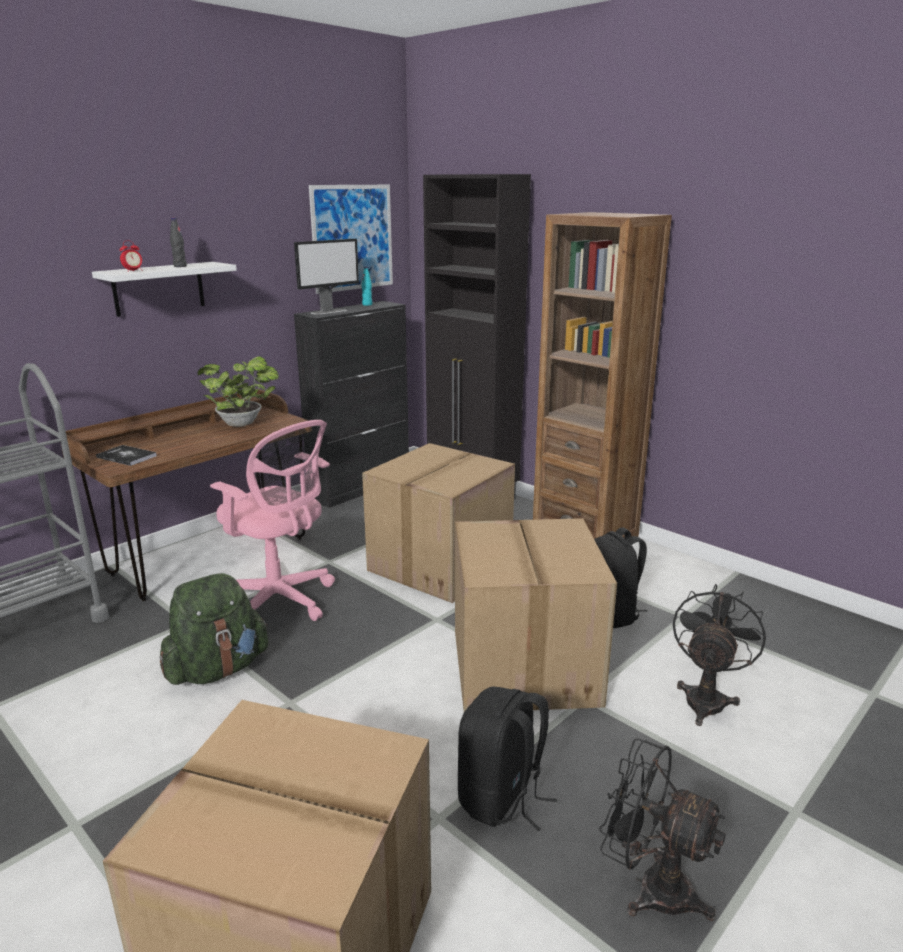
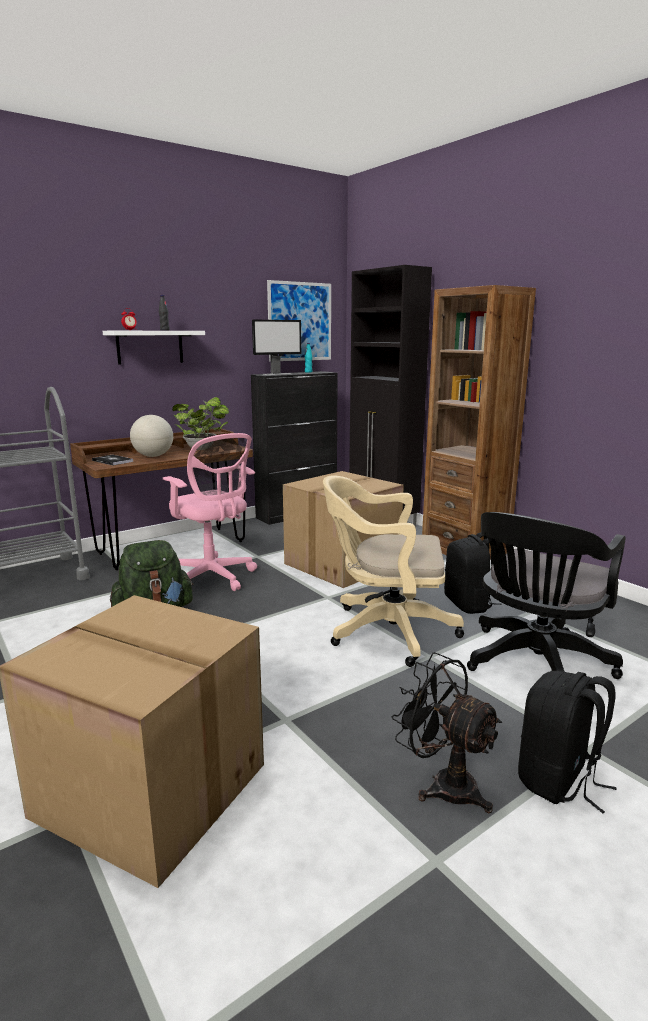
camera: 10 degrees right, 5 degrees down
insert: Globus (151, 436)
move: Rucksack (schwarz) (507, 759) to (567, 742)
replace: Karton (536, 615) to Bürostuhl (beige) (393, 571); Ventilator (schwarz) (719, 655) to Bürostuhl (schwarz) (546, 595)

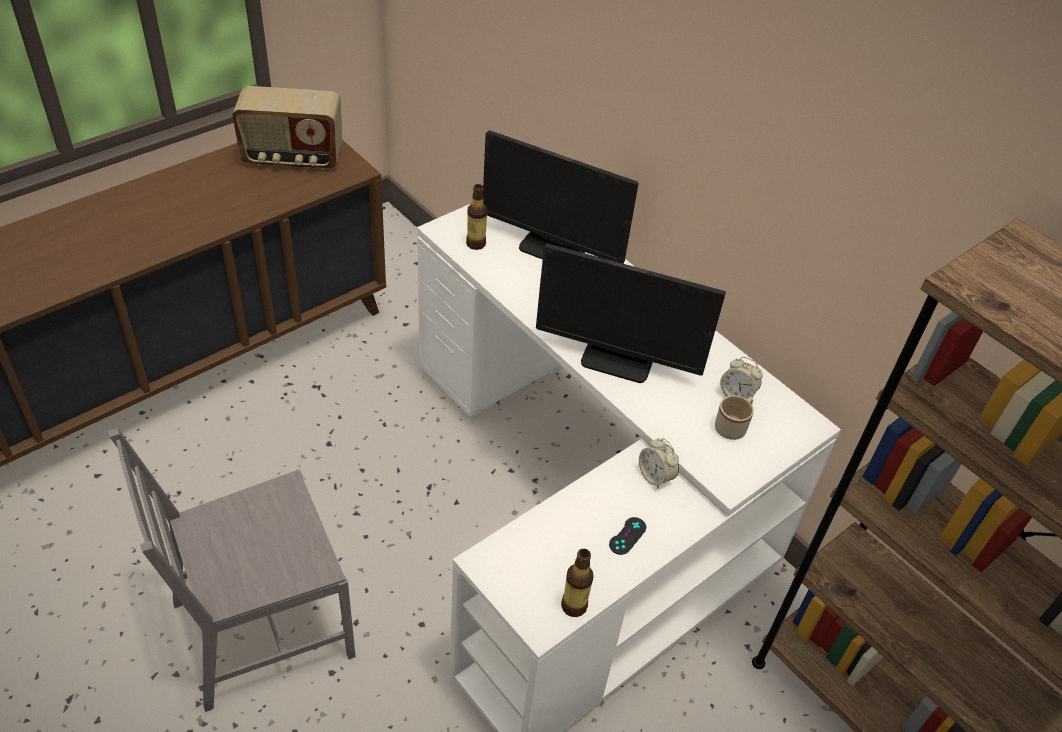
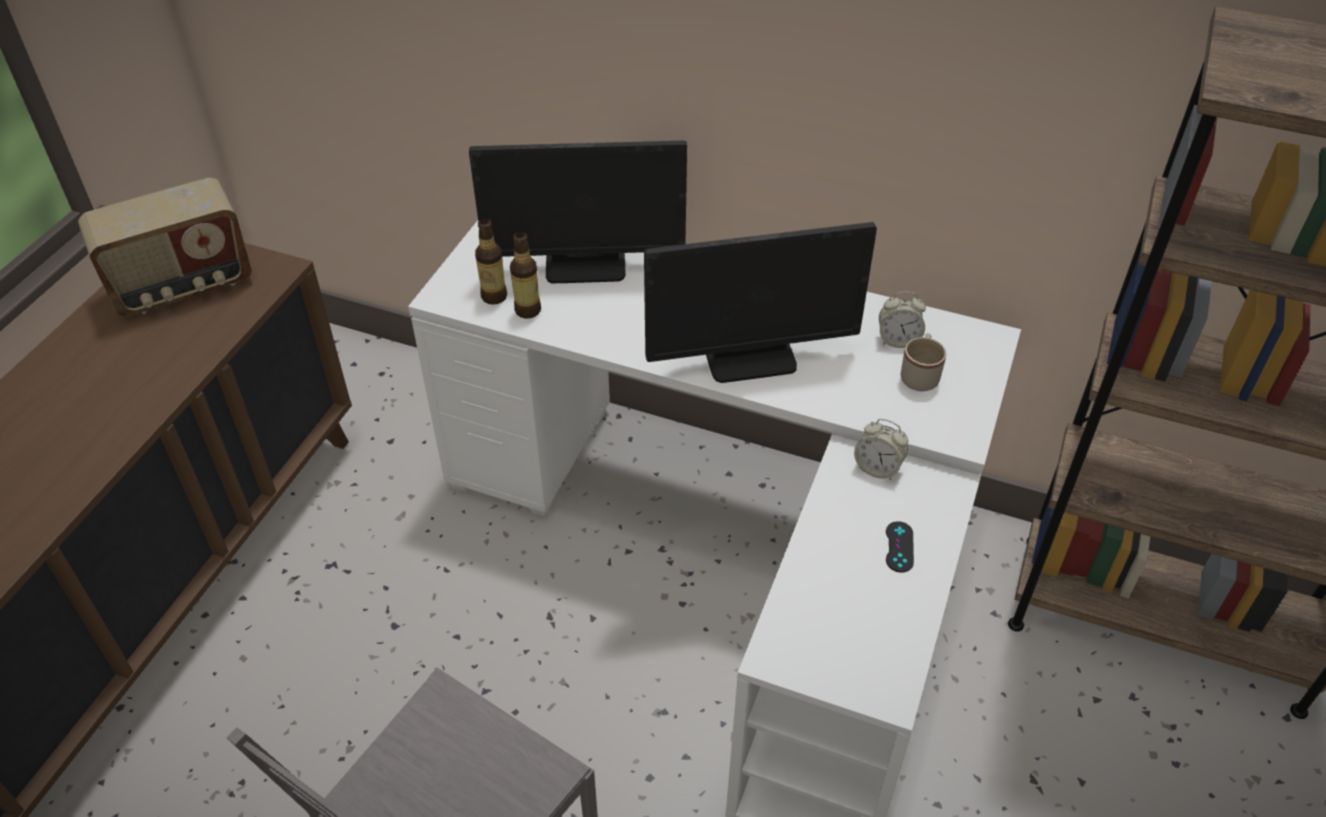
camera: 25 degrees left, 0 degrees up
move: Flasche (577, 583) to (525, 275)

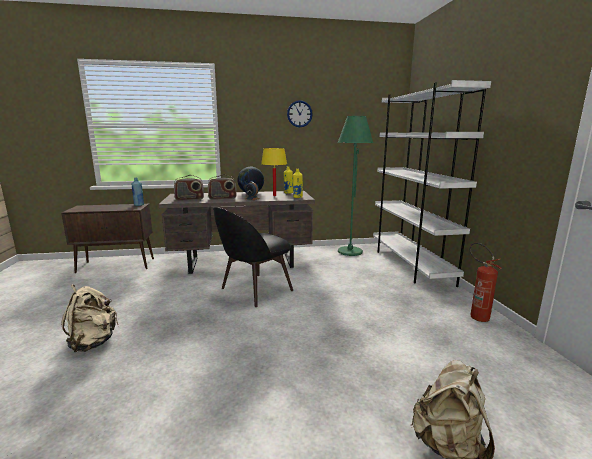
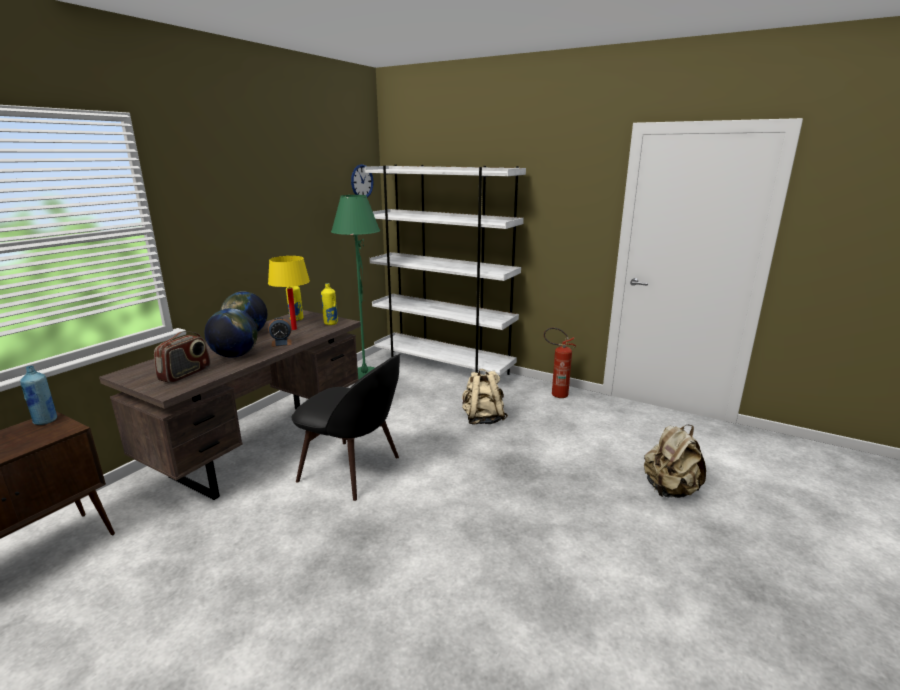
camera: 50 degrees left, 5 degrees up
move: Rucksack (beige) (90, 318) to (485, 397); Wanduhr (300, 114) to (362, 181)
replace: Radio (222, 187) to Globus (231, 333)
rotate: Stuhl (schwarz) (253, 257) = (346, 427) 60 degrees counterclockwise

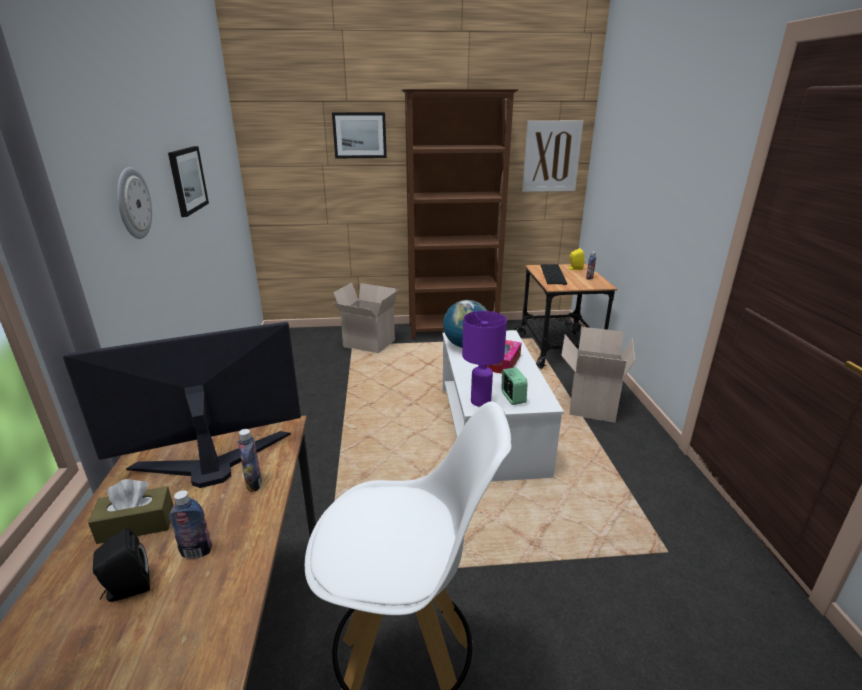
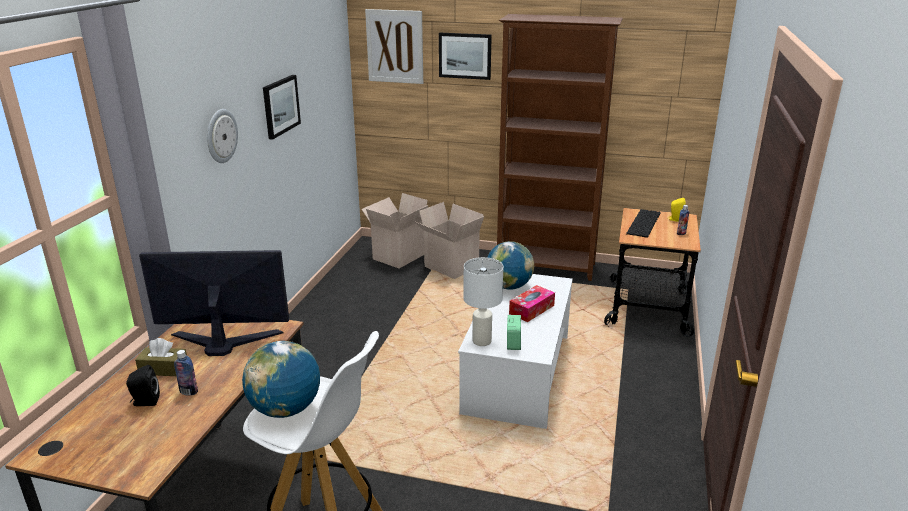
camera: 20 degrees right, 0 degrees up
delete: Flasche (250, 460)
insert: Globus (281, 379)
move: Bild (552, 156) to (394, 46); Karton (598, 375) to (395, 230)
recolor: Tischlampe (lila) (484, 359) to Tischlampe (weiß) (483, 301)

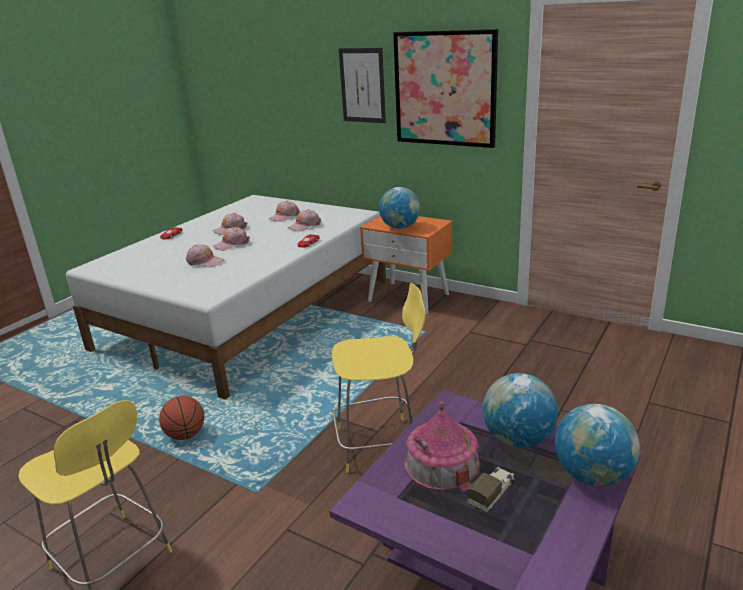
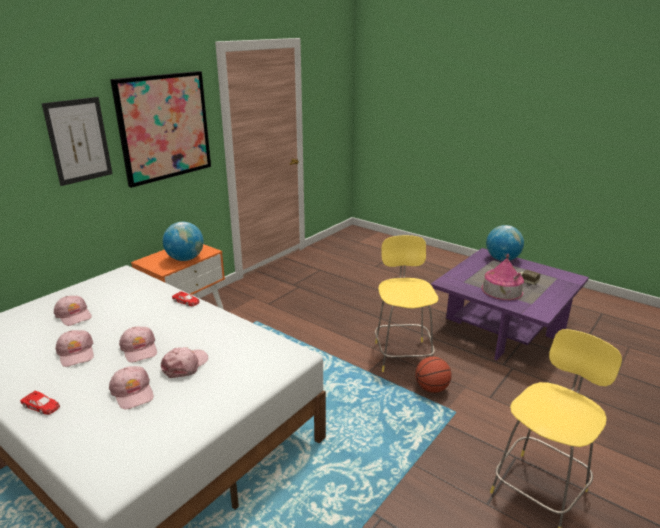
camera: 85 degrees left, 0 degrees up
delete: Globus (520, 410)
move: Basketball (181, 418) to (433, 375); Kappe (rosa) (304, 220) to (131, 387)

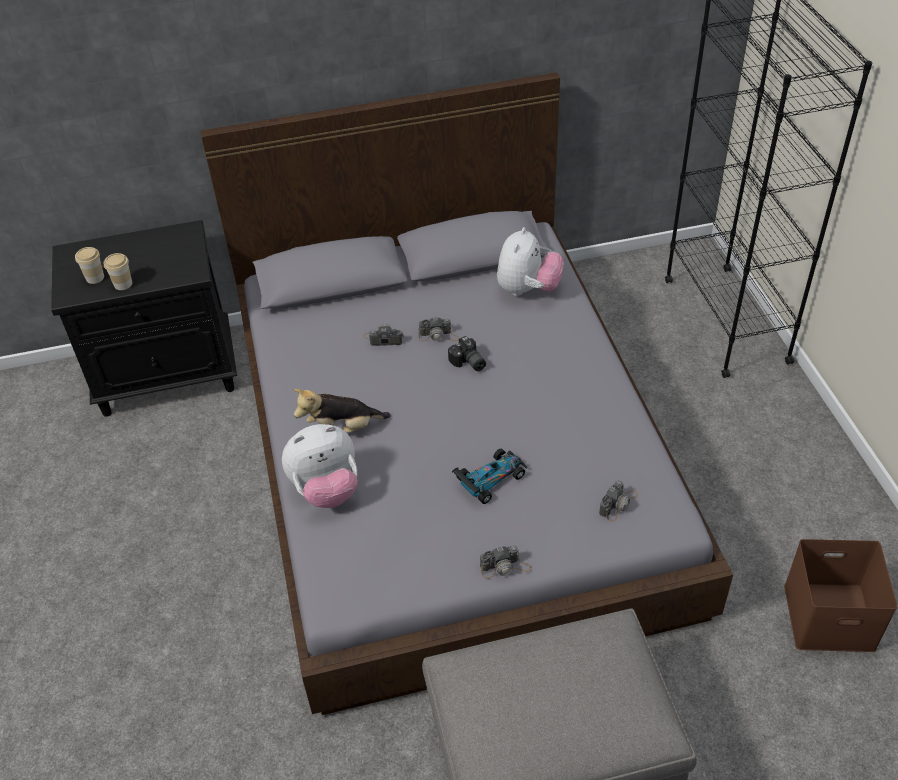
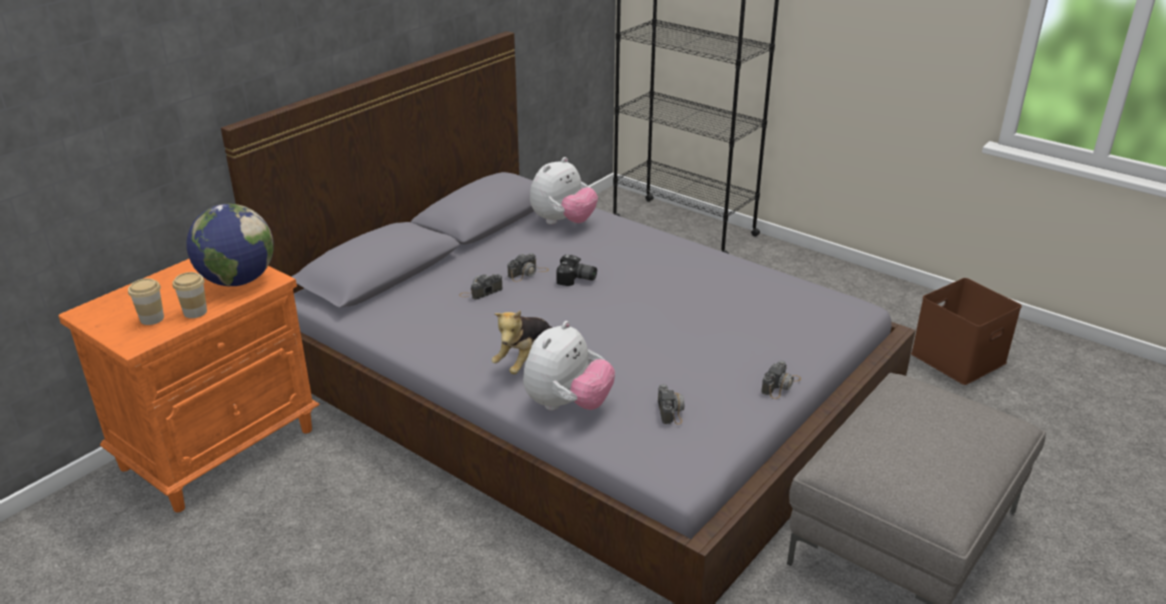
camera: 40 degrees left, 15 degrees down
delete: Spielzeugauto (489, 476)
insert: Globus (230, 245)
move: Kamera (618, 501) to (671, 404)
recolor: Nachttisch (schwarz) (144, 318) to Nachttisch (orange) (189, 386)
rotate: Plüschtier (530, 261) = (564, 190) 60 degrees clockwise

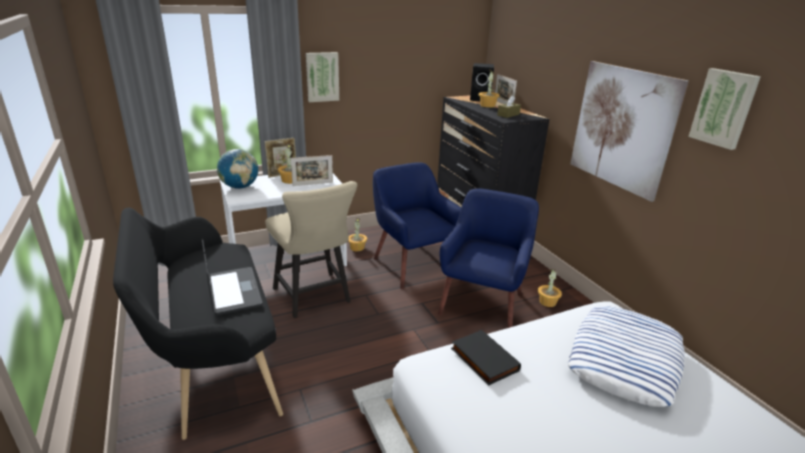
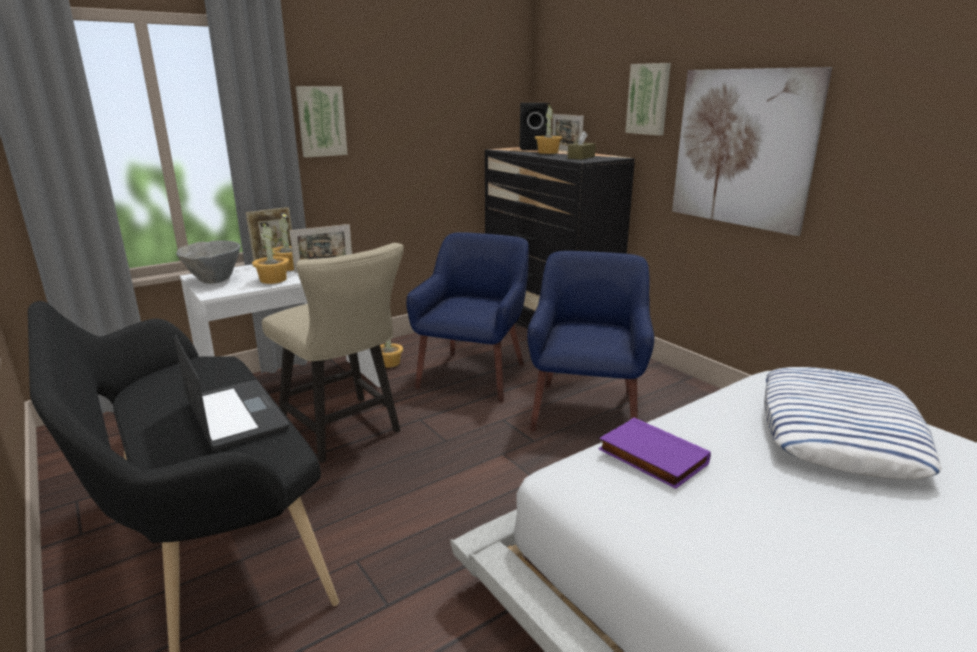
camera: 10 degrees left, 5 degrees down
move: Topfpflanze (550, 288) to (270, 253); Bild (724, 109) to (648, 99)
replace: Globus (237, 169) to Schüssel (grau) (208, 262)
recolor: Buch (schwarz) (486, 357) to Buch (lila) (654, 453)
rotate: Sessel (blau) (417, 225) = (467, 317) 60 degrees clockwise

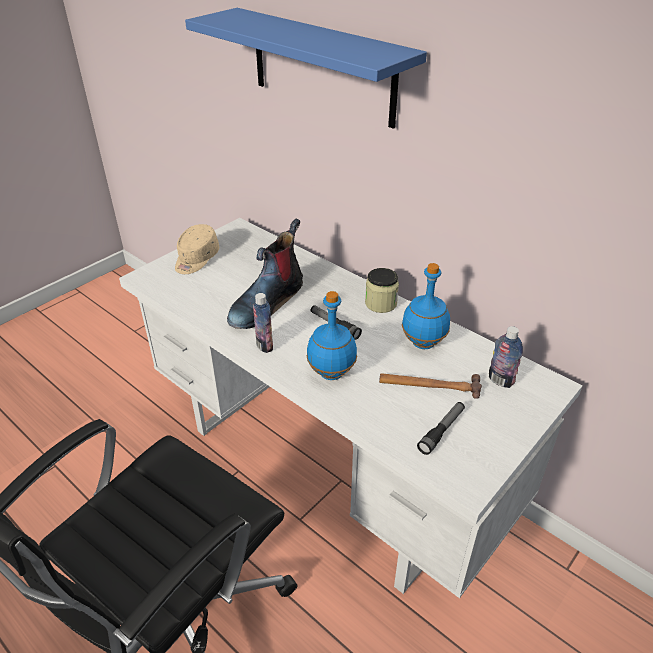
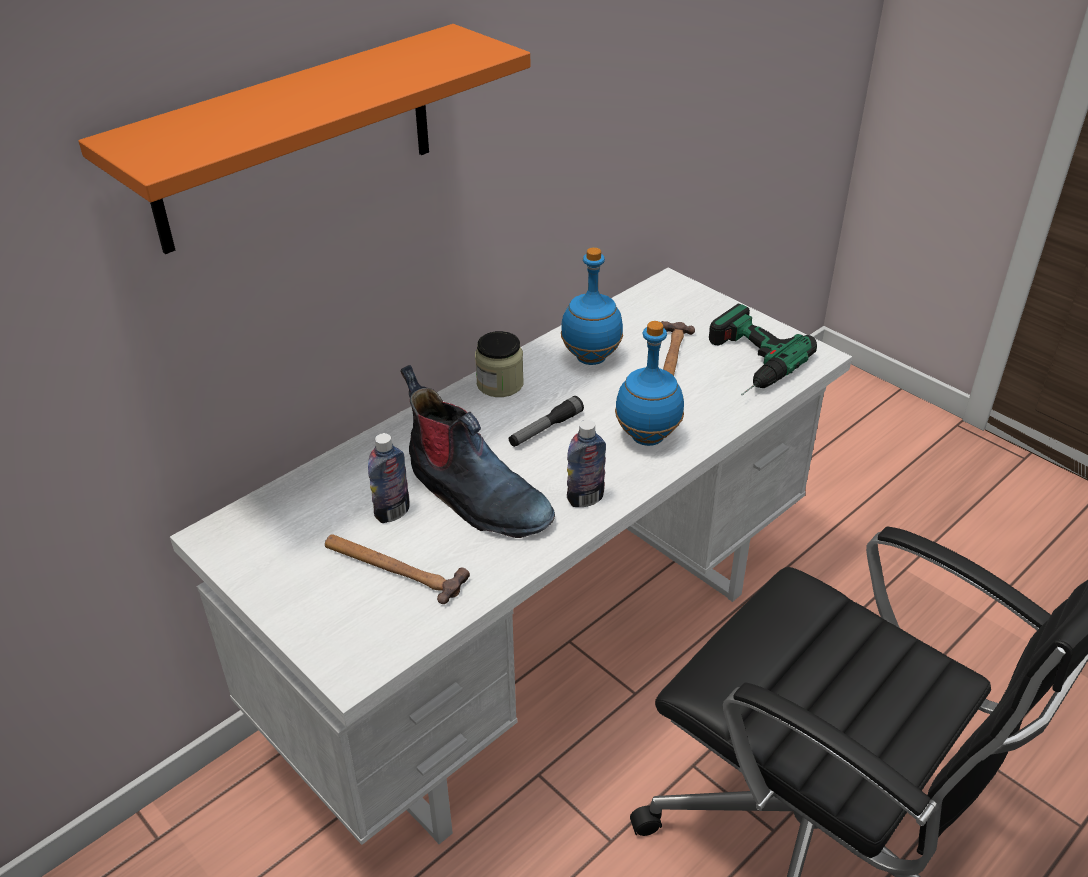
camera: 85 degrees left, 0 degrees up
delete: Kappe (beige) (197, 249)
insert: Hammer (397, 569)
move: Flasche (506, 357) to (389, 478)
replace: Taschenlampe (441, 428) to Bohrmaschine (763, 349)
recolor: Wandregal (blau) (306, 68) to Wandregal (orange) (304, 139)

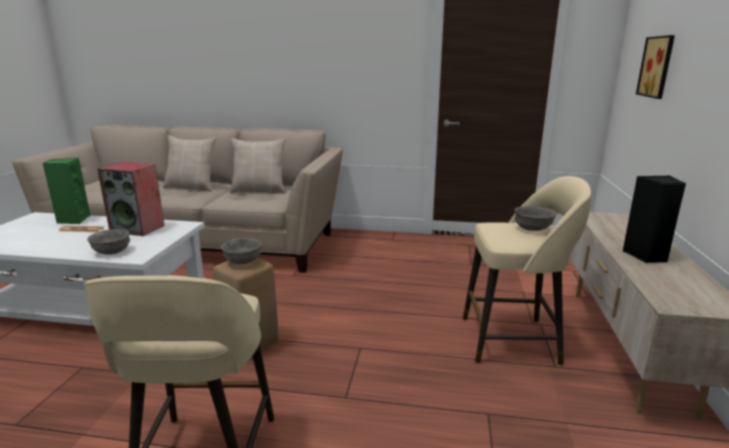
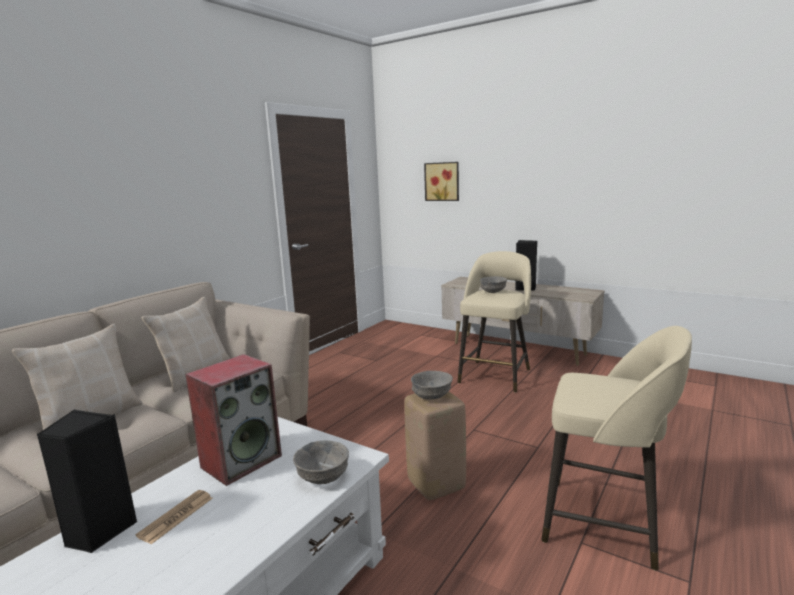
camera: 65 degrees left, 5 degrees down
recolor: Lautsprecher (grün) (66, 191) to Lautsprecher (schwarz) (87, 481)

